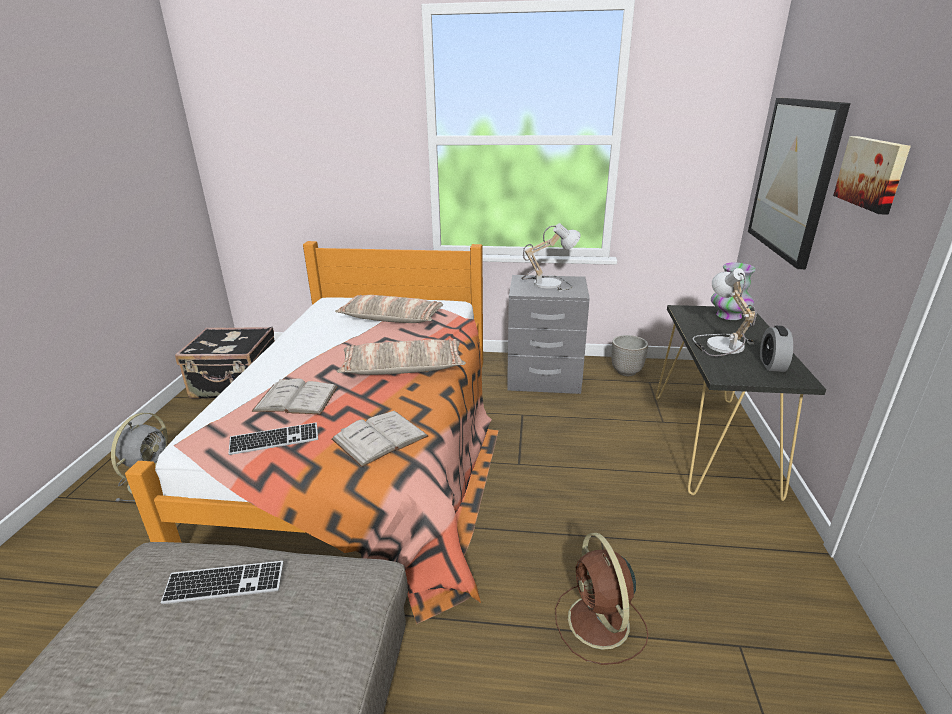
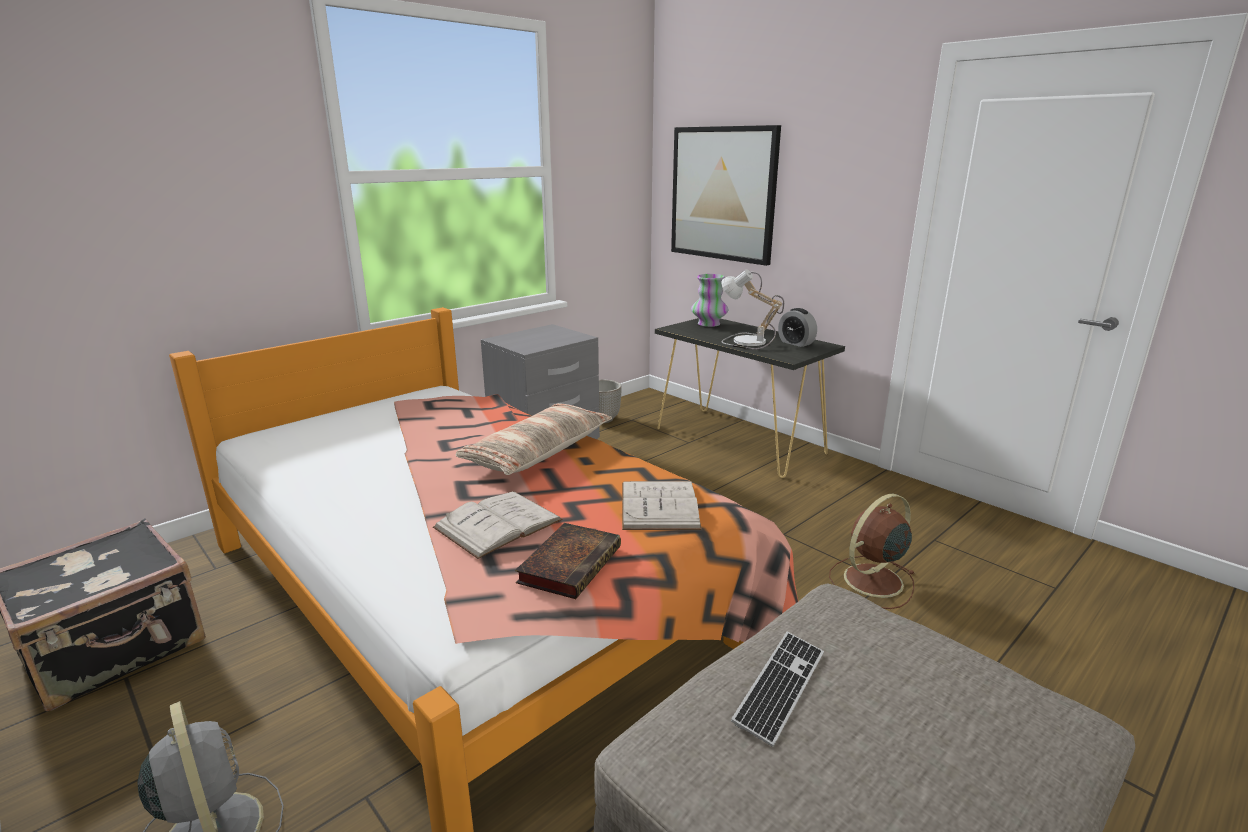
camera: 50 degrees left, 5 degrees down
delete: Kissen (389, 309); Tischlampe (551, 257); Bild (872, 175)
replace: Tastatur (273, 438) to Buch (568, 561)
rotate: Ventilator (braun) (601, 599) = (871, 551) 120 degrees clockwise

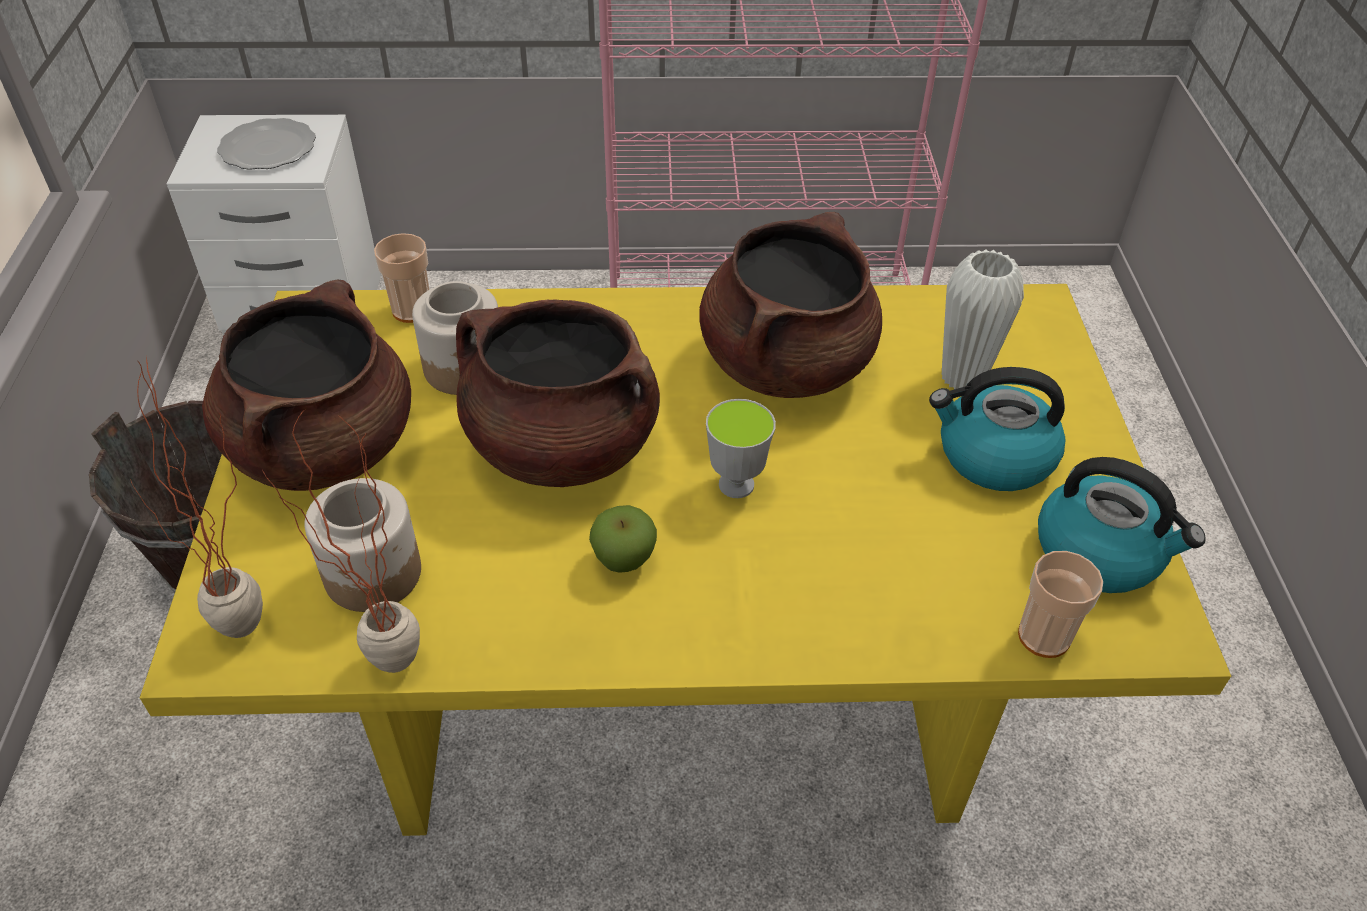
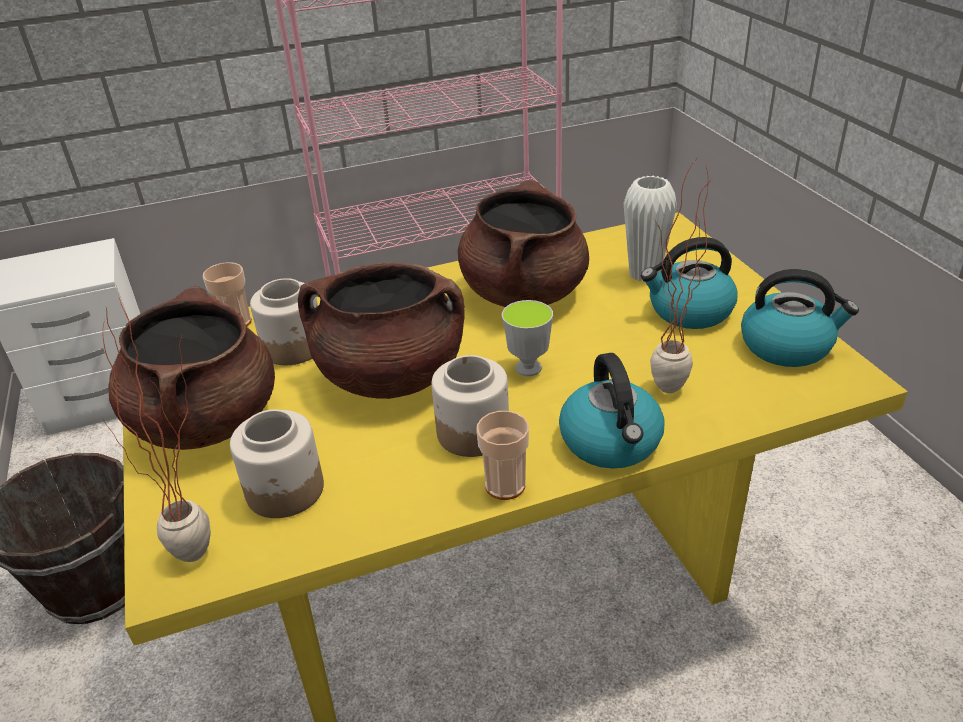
camera: 15 degrees left, 10 degrees down
delete: Teller (266, 144)
insert: Wasserkessel (611, 411)
move: Topfpflanze (341, 542) to (679, 275); Tasse (1060, 604) to (502, 455)
replace: Apfel (623, 539) to Vorratsglas (470, 406)

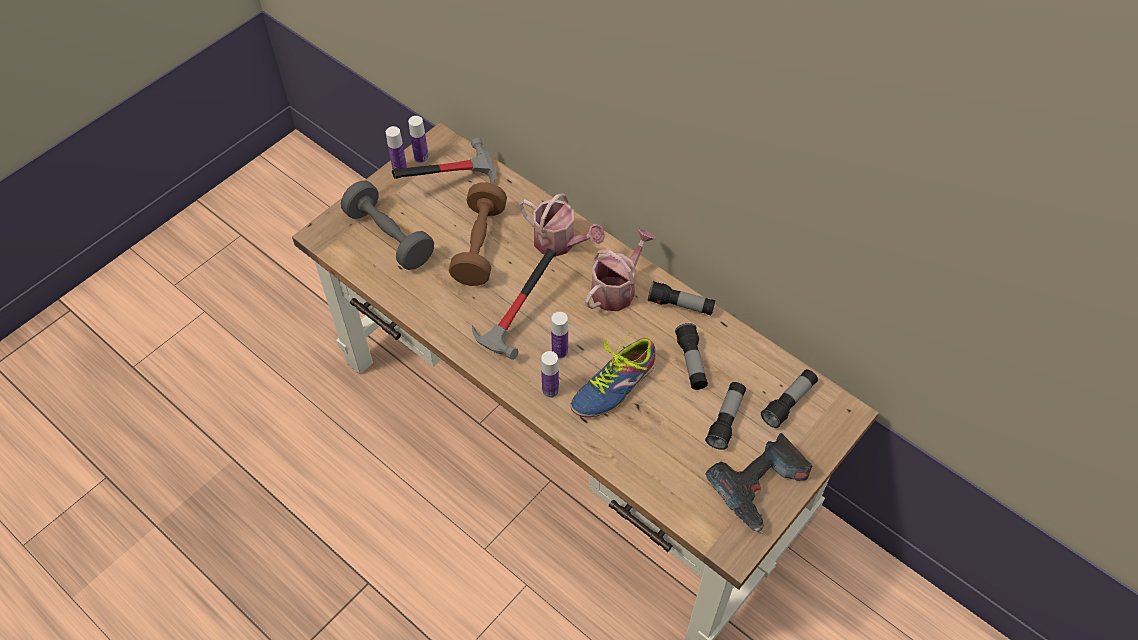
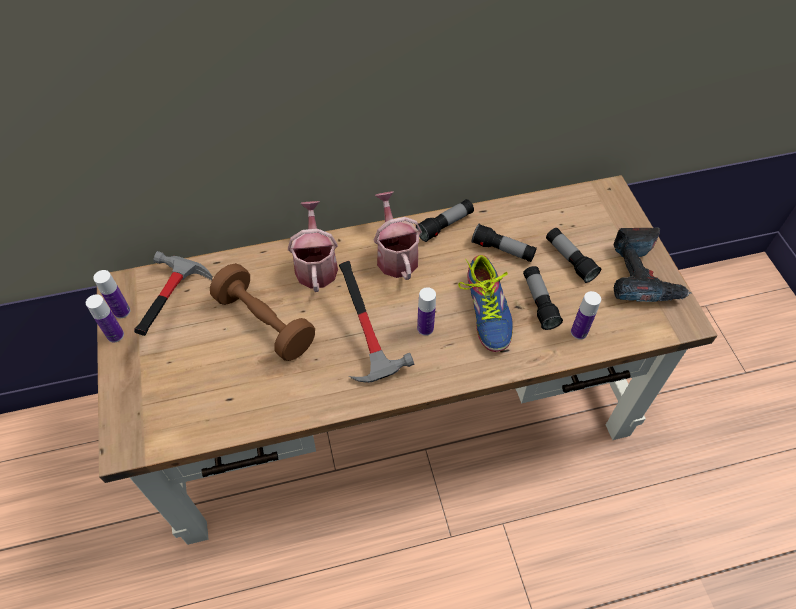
camera: 55 degrees left, 0 degrees up
delete: Hantel (grau) (387, 225)
move: Flasche (550, 374) to (586, 315); Taschenlampe (789, 398) to (543, 298)
rotate: Gießkanne (562, 225) = (313, 246) 75 degrees counterclockwise

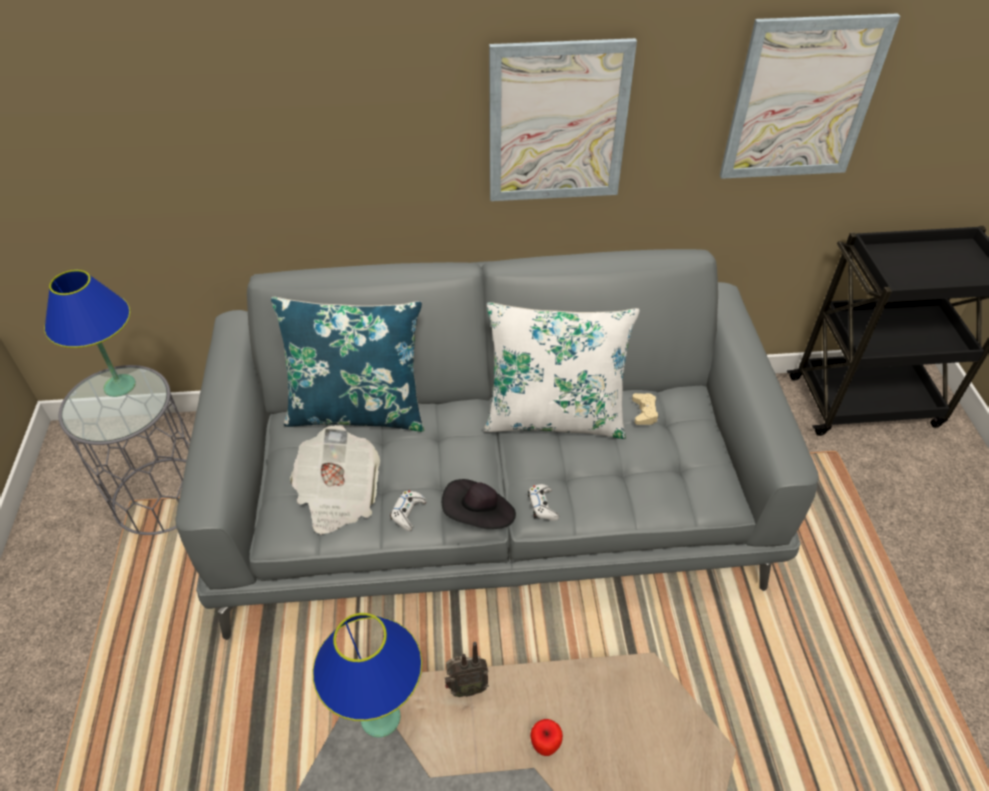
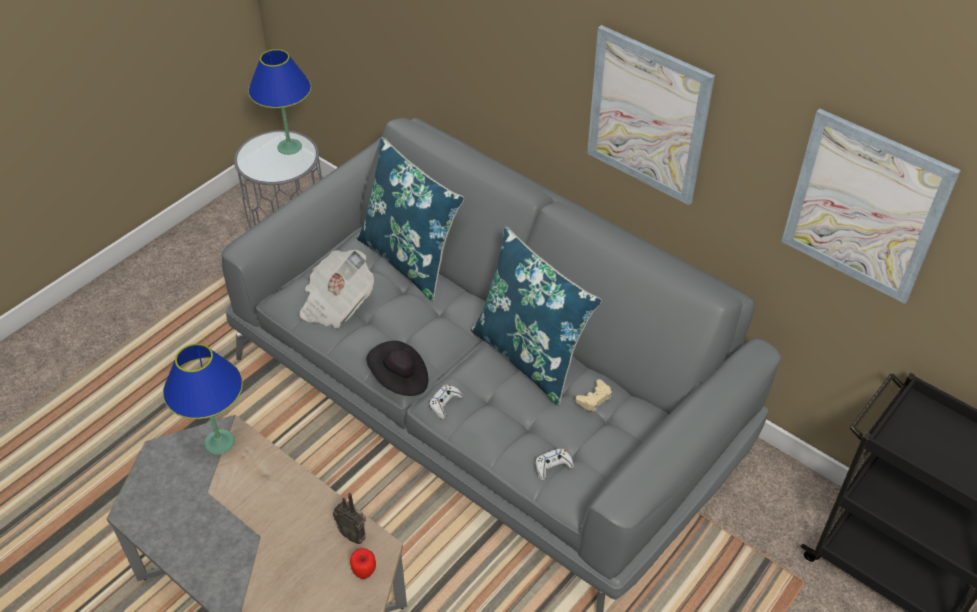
camera: 45 degrees right, 0 degrees up
move: Gamepad (weiß) (408, 510) to (555, 464); Radio (467, 669) to (349, 518); Apfel (546, 737) to (363, 563)
recolor: Kissen (weiß) (562, 370) to Kissen (blau) (536, 316)

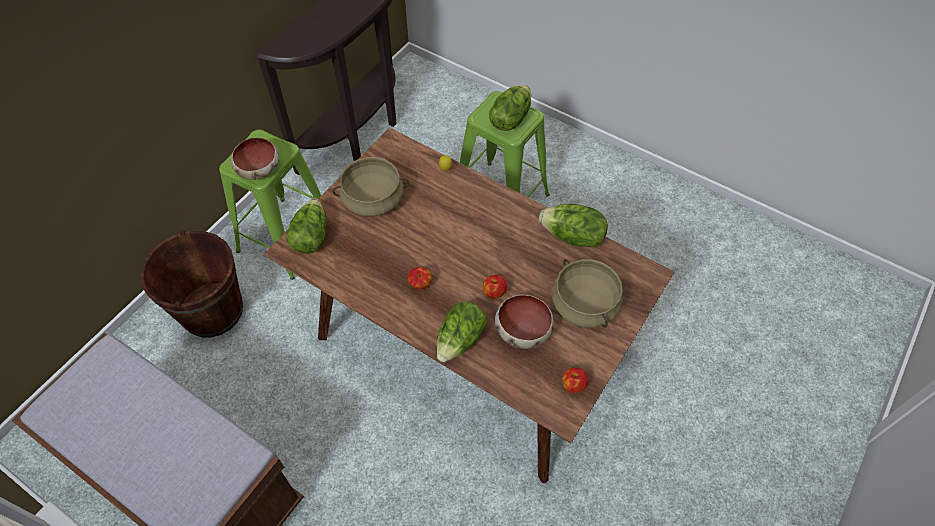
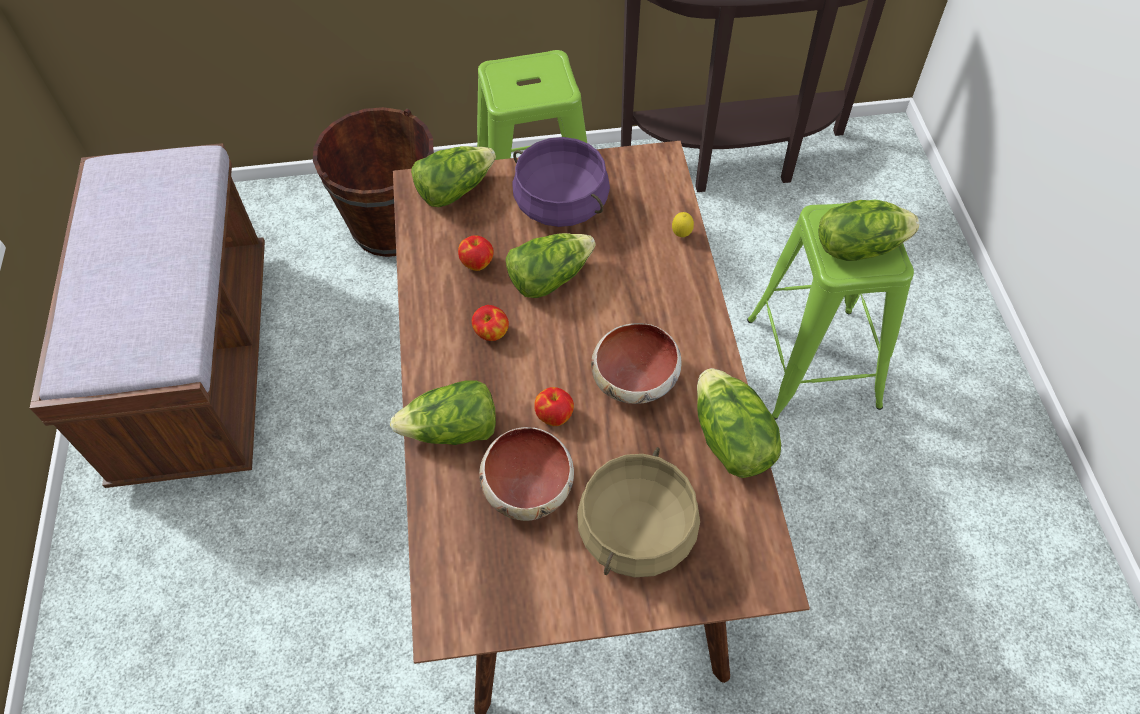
camera: 50 degrees right, 0 degrees up
insert: Salatkopf (550, 265)
move: Schüssel (255, 158) to (636, 363); Apfel (575, 381) to (476, 253)
recolor: Kochtopf (beige) (370, 186) to Kochtopf (lila) (561, 182)

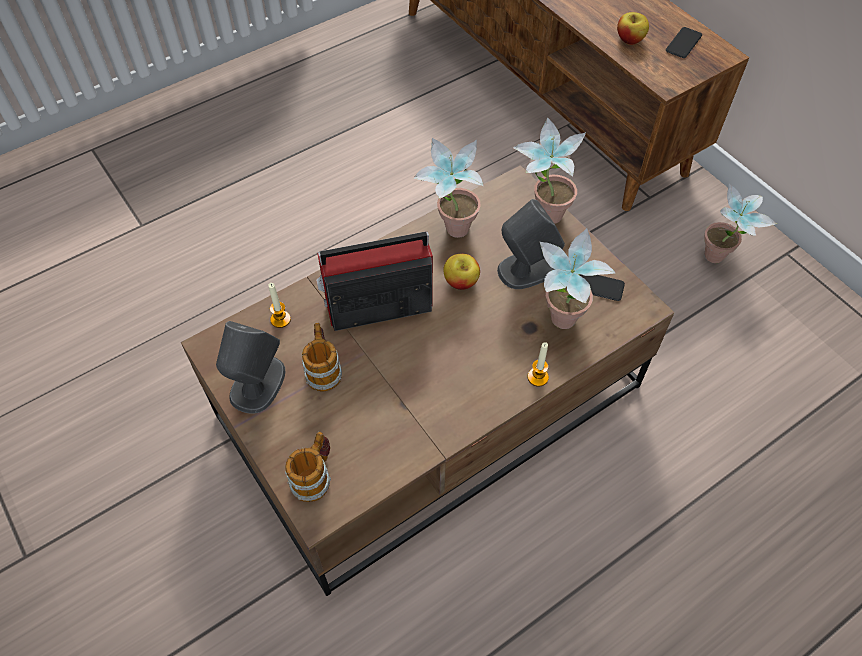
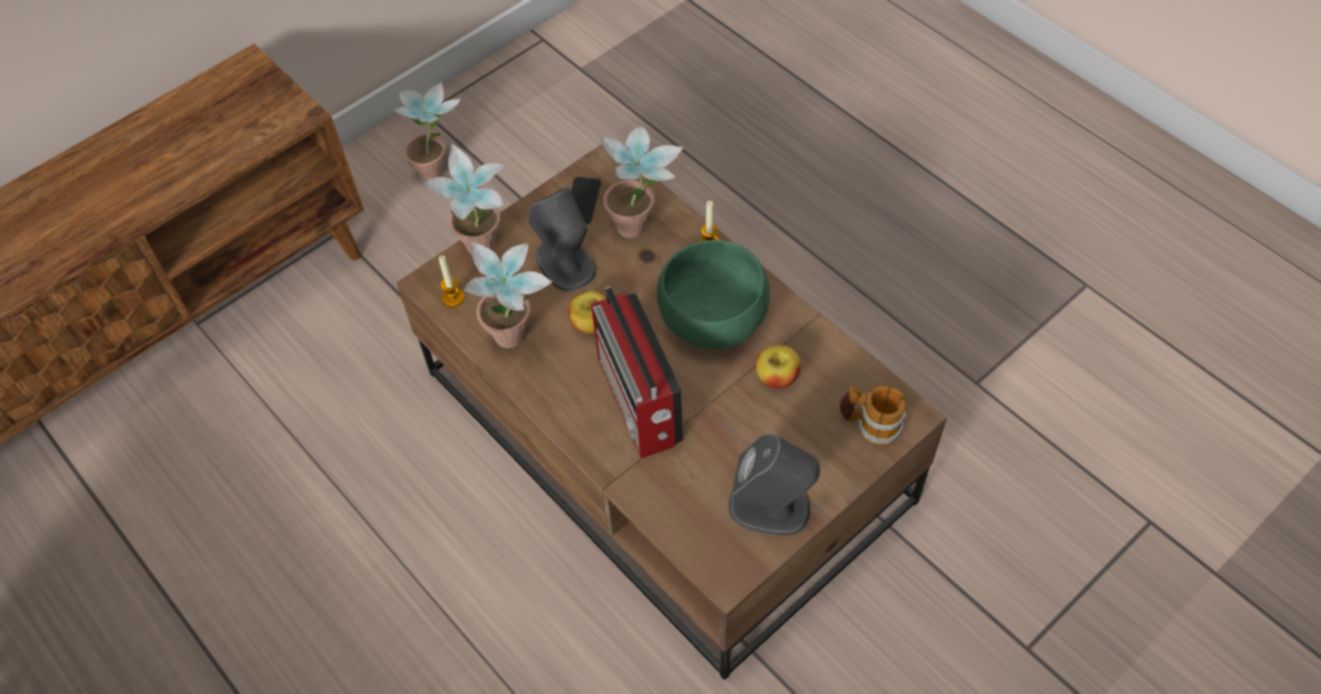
camera: 95 degrees left, 0 degrees up
delete: Henkelbecher (322, 357); Handy (684, 42)
insert: Schüssel (grün) (713, 294)
move: Kerze (279, 305) to (451, 281); Apfel (633, 28) to (778, 366)

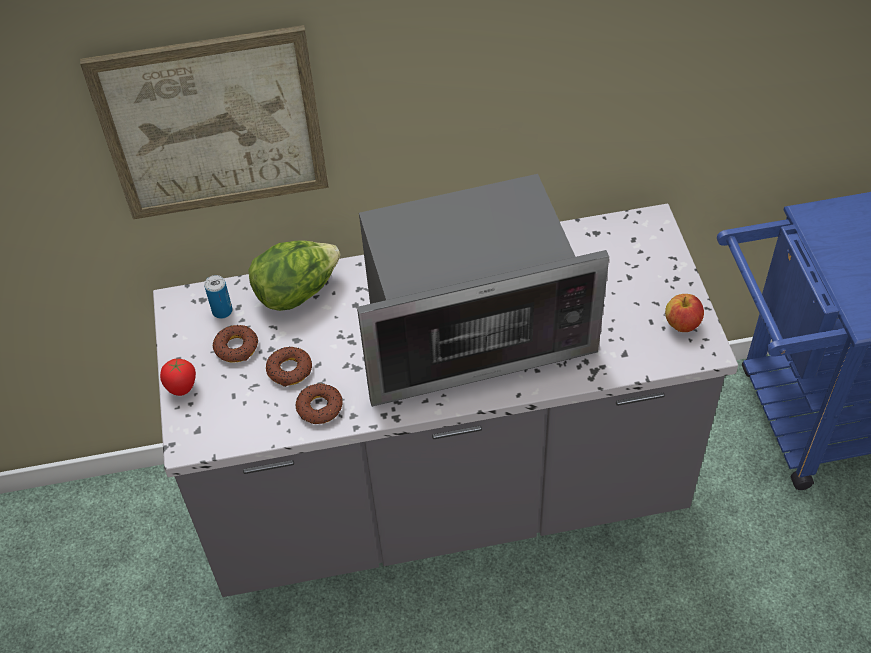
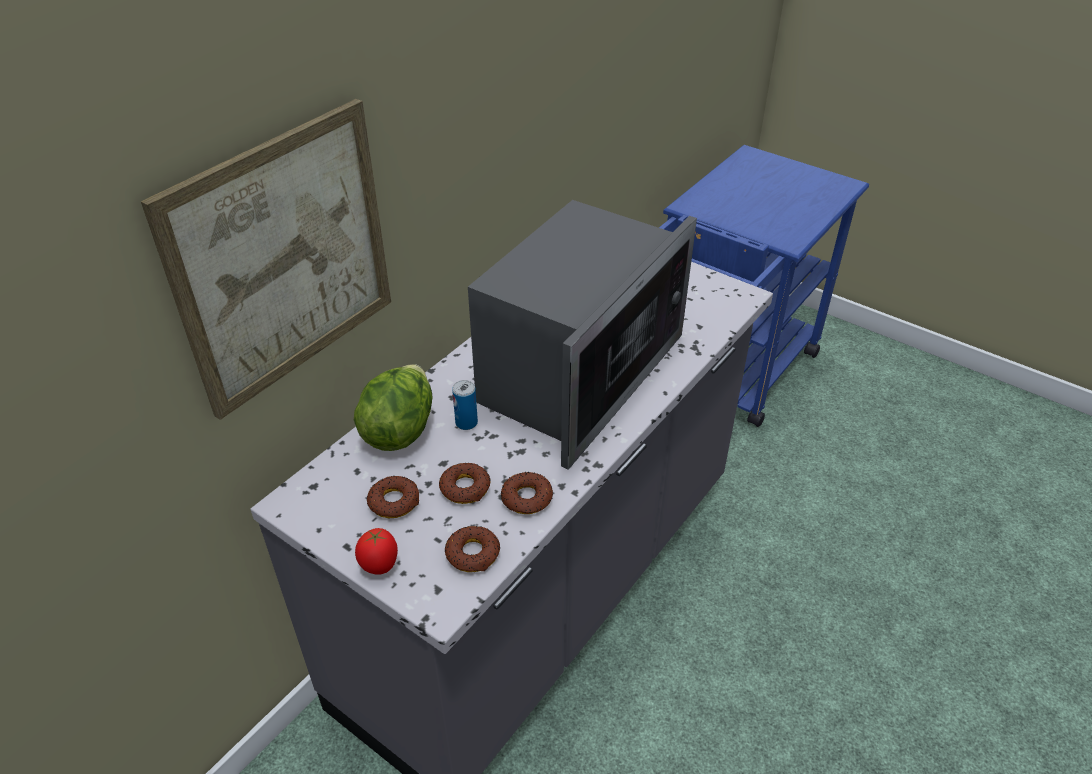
camera: 45 degrees left, 10 degrees down
delete: Apfel (684, 313)
insert: Donut (472, 549)
move: Dose (218, 297) to (465, 405)

